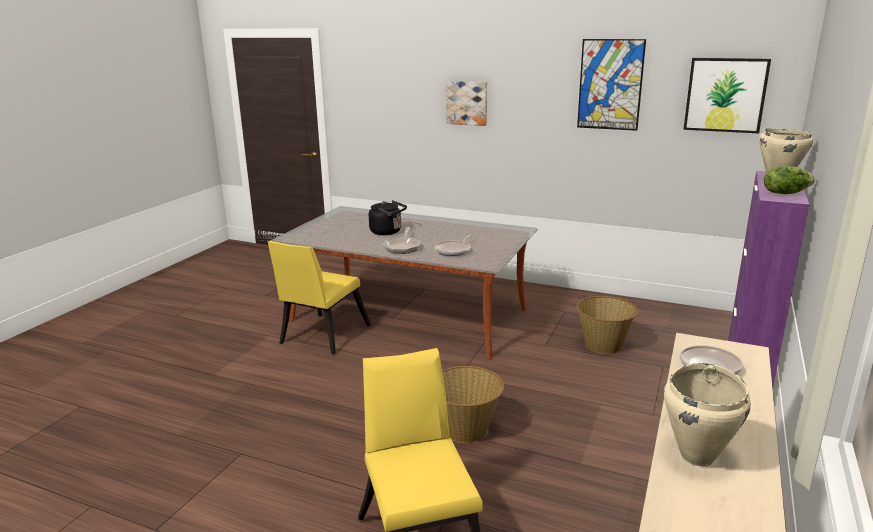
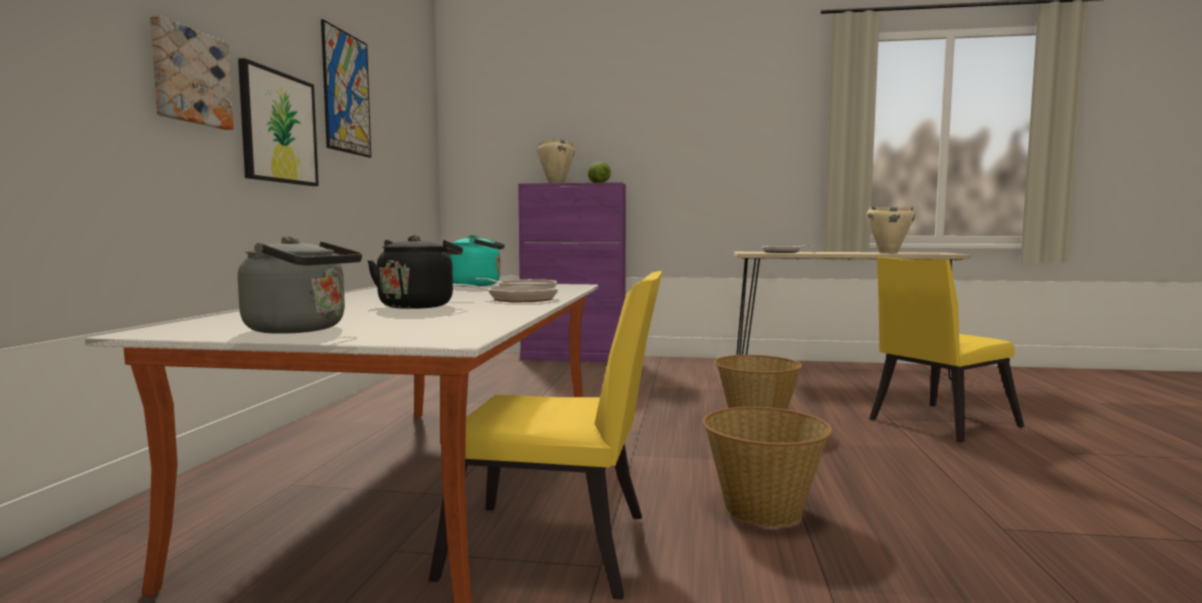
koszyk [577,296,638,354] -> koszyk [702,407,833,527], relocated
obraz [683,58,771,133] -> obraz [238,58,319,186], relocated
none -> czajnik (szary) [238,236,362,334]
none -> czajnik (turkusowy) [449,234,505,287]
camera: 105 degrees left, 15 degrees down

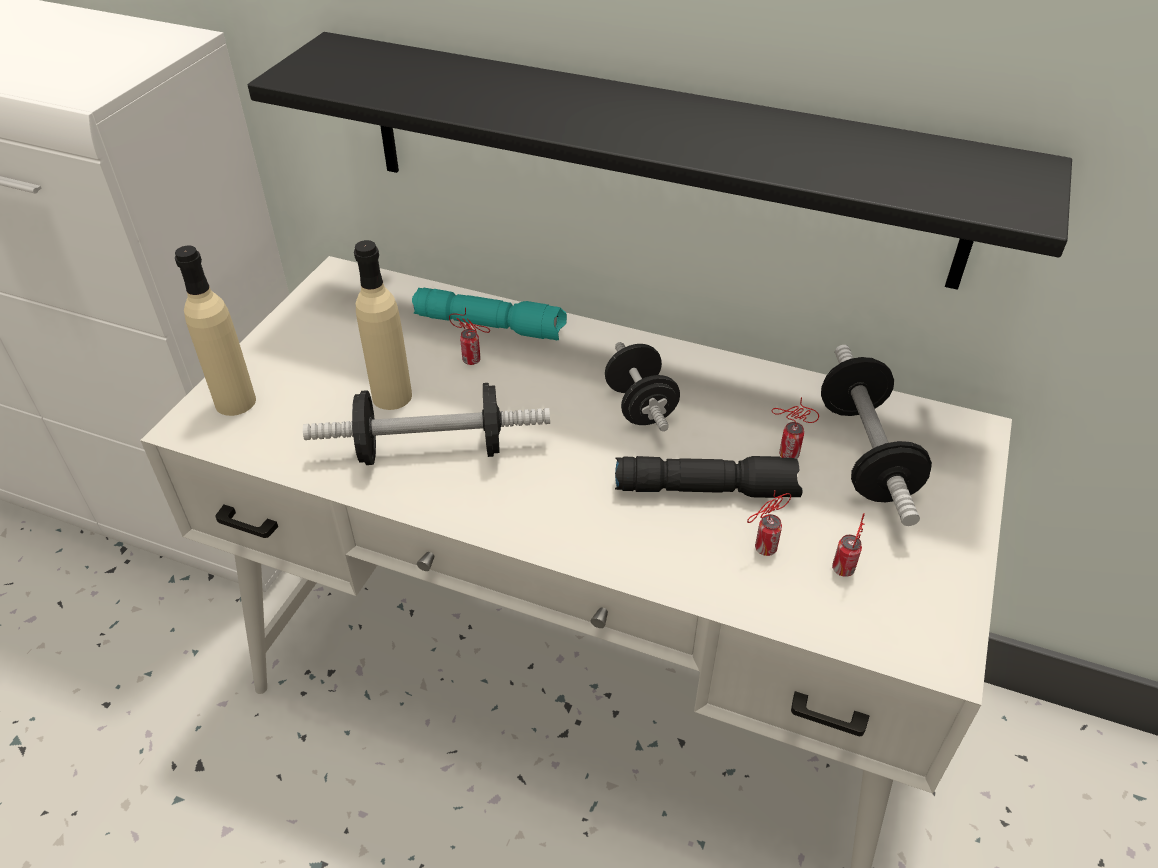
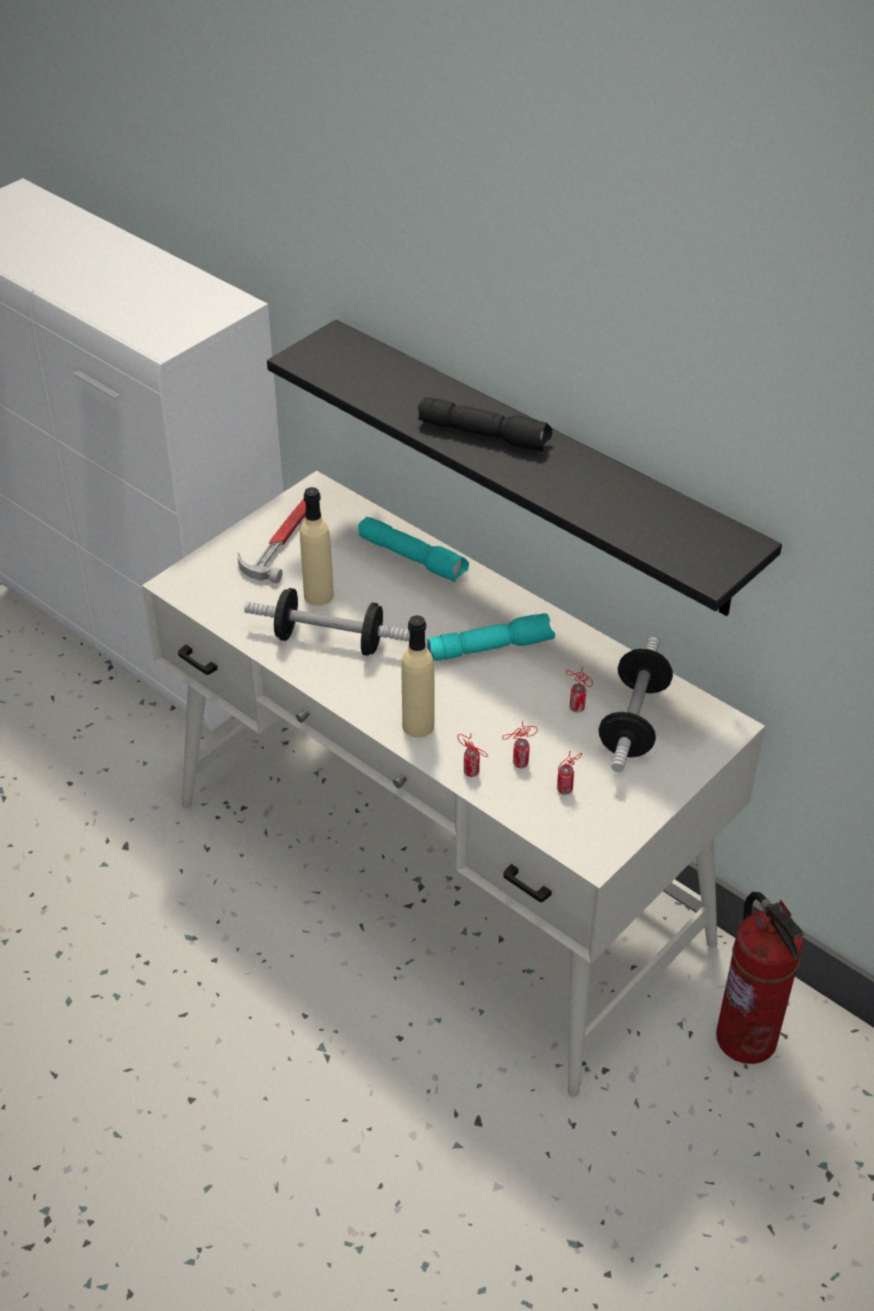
butelka (beżowy) [175,245,256,416] -> butelka (beżowy) [401,615,435,738], relocated
puszka [449,307,490,365] -> puszka [458,734,488,777], relocated
hantel (czarny) [605,342,680,431] -> latarka (turkusowy) [426,613,555,661]
latarka (czarny) [615,456,803,498] -> latarka (czarny) [418,397,552,452], relocated
none -> młotek [237,499,306,583]
none -> gaśnica [716,892,804,1064]
camera: 20 degrees right, 0 degrees up

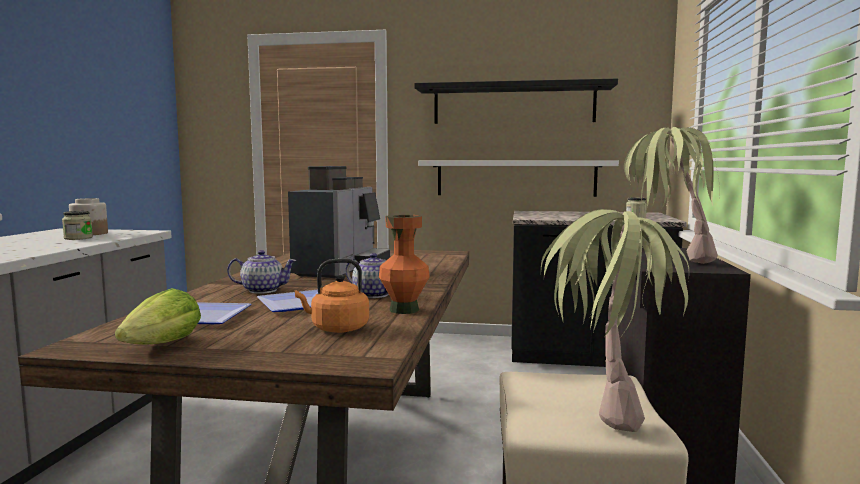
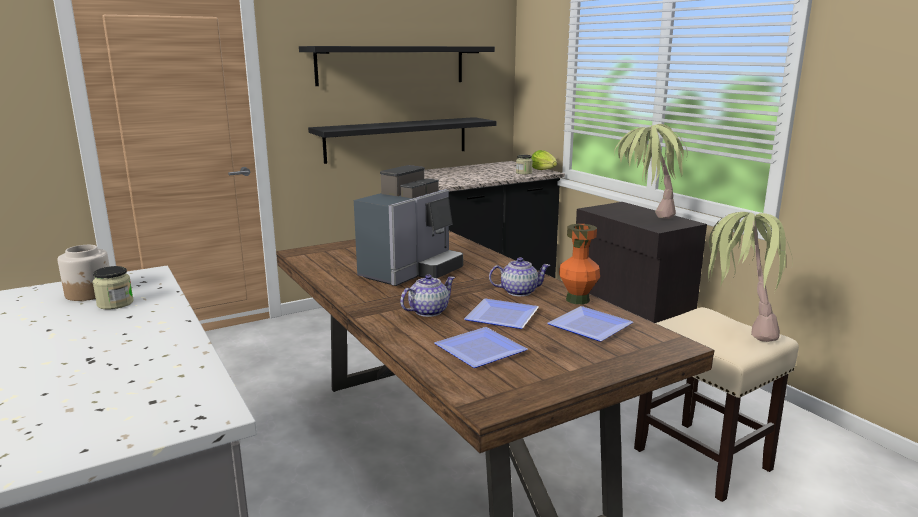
sałata [115,288,201,345] -> sałata [531,150,557,170], relocated
ekspres do kawy [288,166,390,278] -> ekspres do kawy [354,165,463,286], 60 degrees clockwise
czajnik (pomarańczowy) [295,258,369,333] -> talerz [547,306,633,342]
półka (biały) [418,160,619,197] -> półka (czarny) [308,117,496,164]
camera: 40 degrees left, 10 degrees up

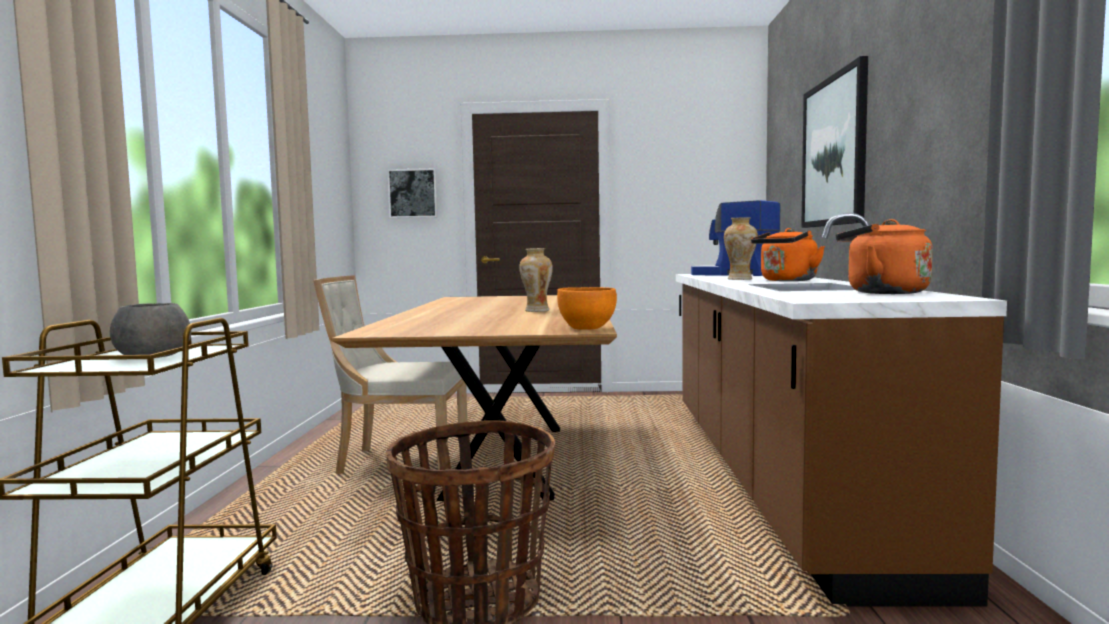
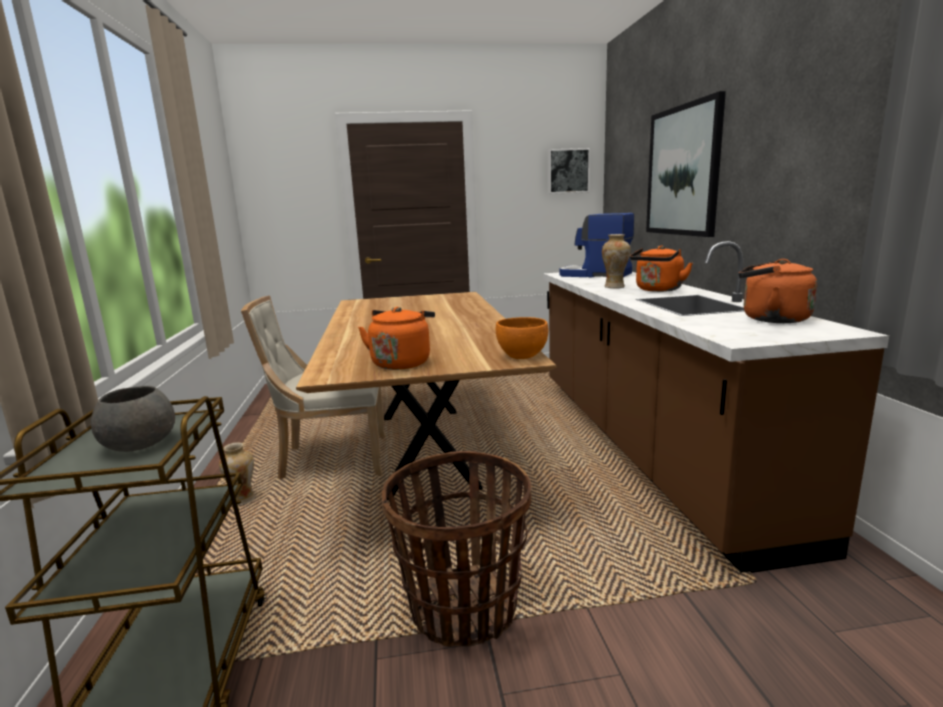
obraz [387,168,438,218] -> obraz [548,148,590,194], relocated
wazon [519,248,553,312] -> wazon [219,442,256,505], relocated
none -> czajnik (pomarańczowy) [358,307,435,370]
camera: 10 degrees left, 10 degrees up

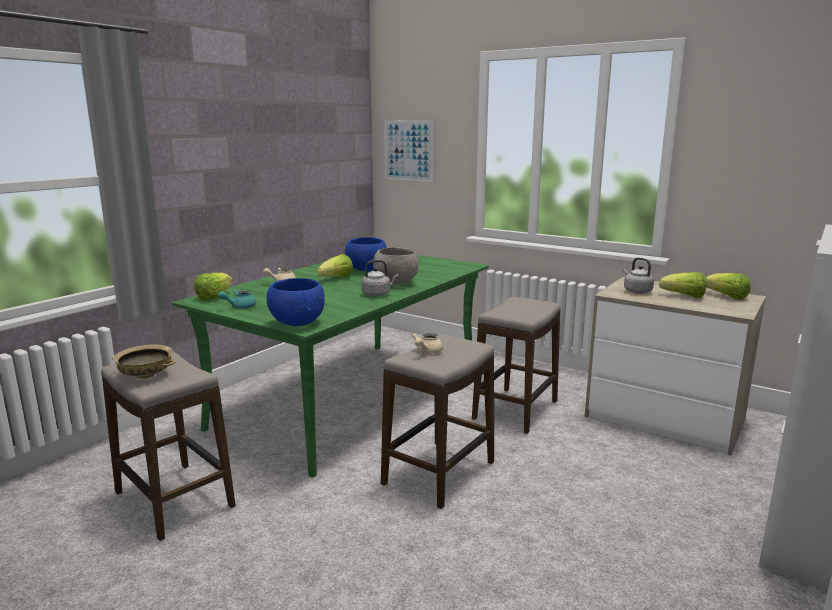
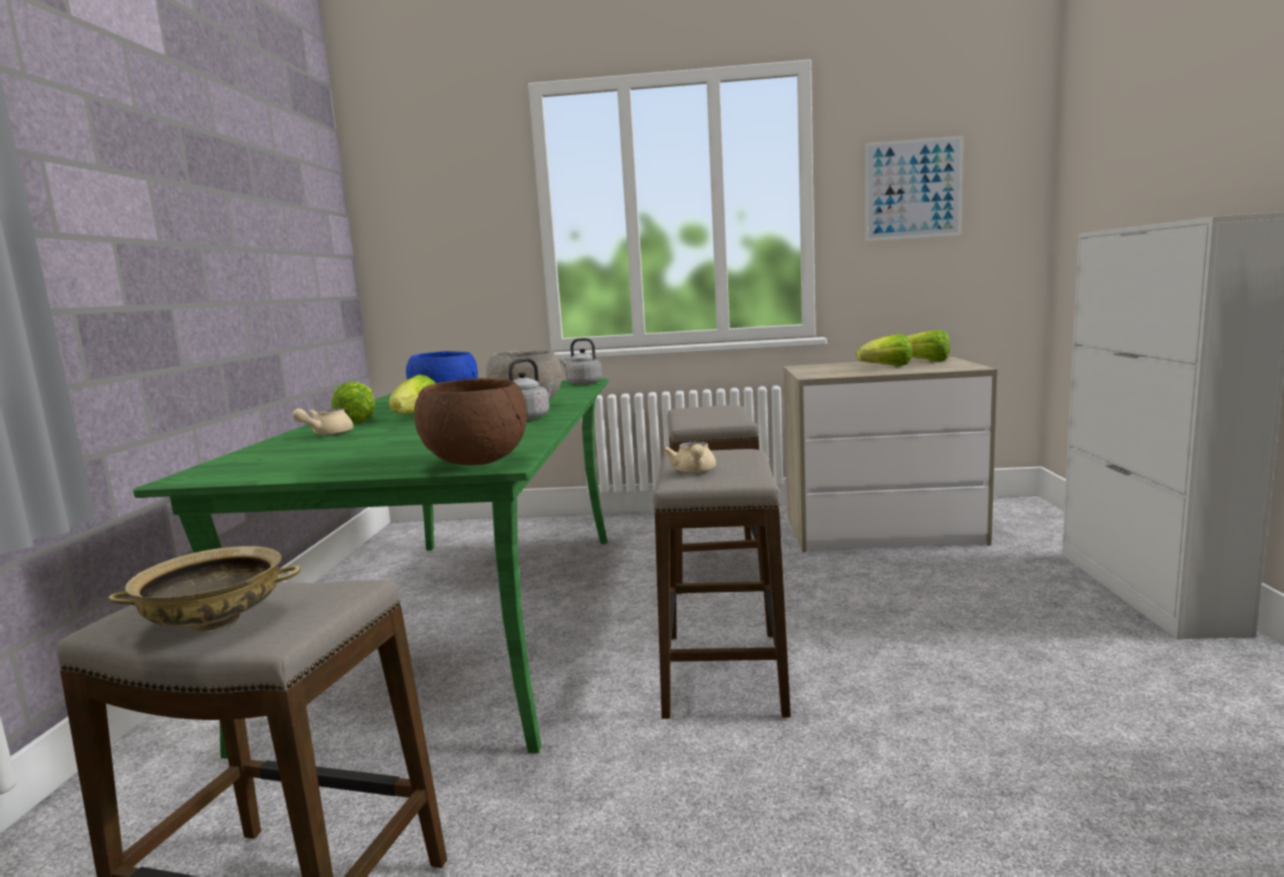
sałata [194,273,233,300] -> sałata [331,382,375,424], relocated
imbryk (turkusowy) [218,290,256,309] -> none
miska (niebieski) [267,278,325,326] -> miska (brązowy) [414,378,527,465]
obraz [384,120,433,182] -> obraz [865,136,963,241], relocated
czajnik (szary) [623,258,654,294] -> czajnik (szary) [560,338,602,385], relocated
camera: 30 degrees left, 5 degrees down

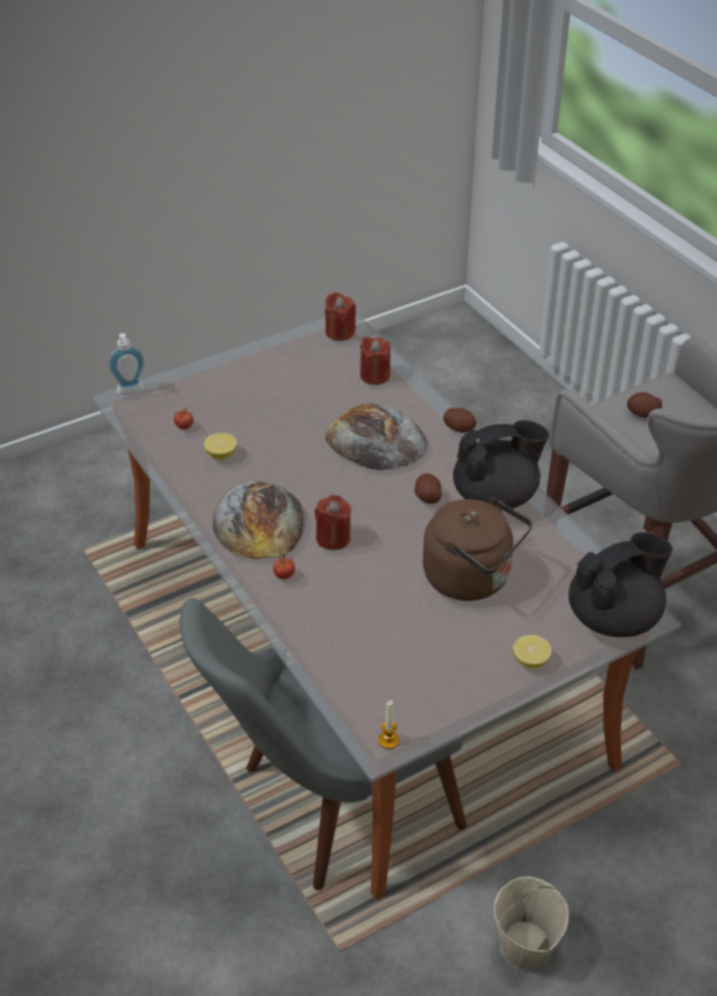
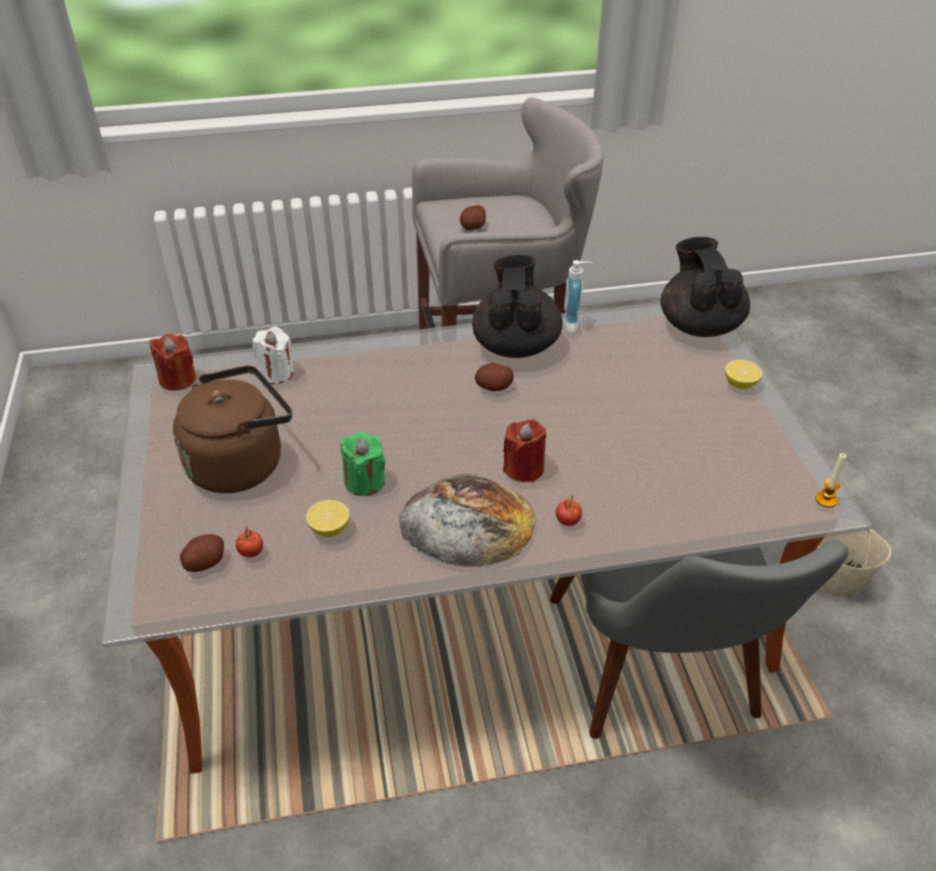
dozownik mydła [108,333,145,394] -> dozownik mydła [563,260,593,333], relocated
chleb [325,403,427,470] -> none
świeca (czerwony) [360,337,391,385] -> świeca (biały) [253,327,294,384]
czajnik (brązowy) [423,497,532,601] -> czajnik (brązowy) [173,365,292,493], relocated
ziemniak [443,408,477,433] -> ziemniak [180,534,224,572], relocated
none -> świeca (zielony) [341,432,385,496]
camera: 70 degrees left, 0 degrees up

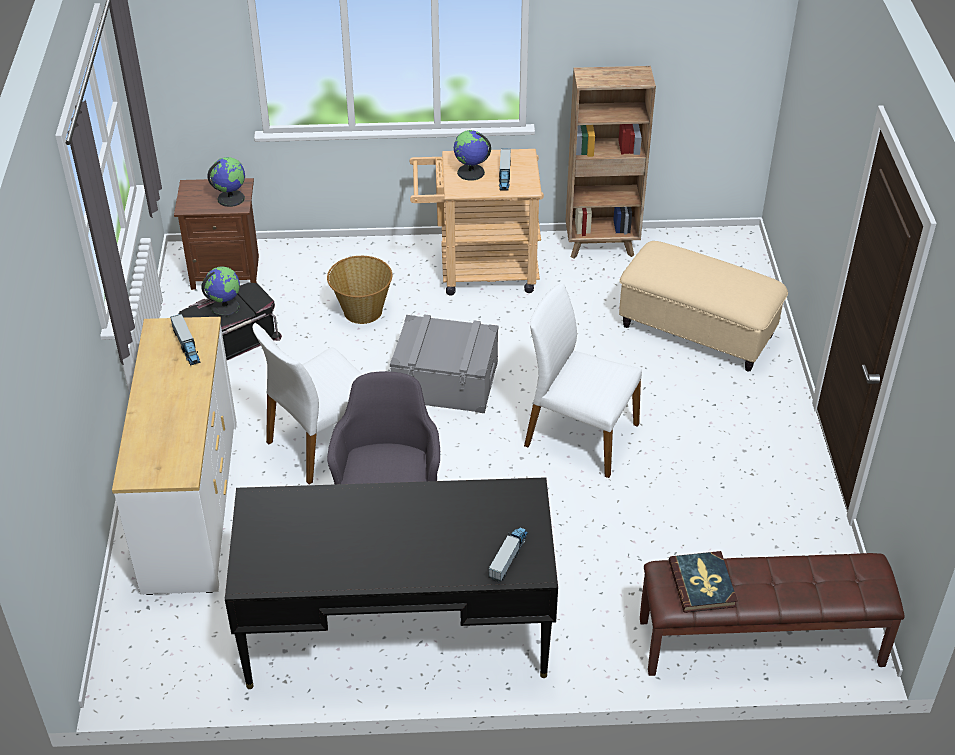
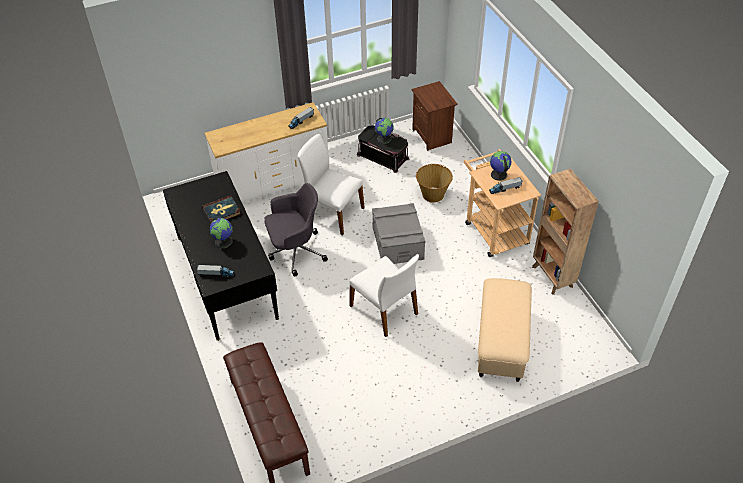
globus [207,157,245,207] -> globus [210,218,233,248], relocated
krzesło (biały) [524,284,642,478] -> krzesło (biały) [349,254,419,337], 135 degrees clockwise
książka [668,551,738,613] -> książka [202,195,241,223], relocated
camera: 70 degrees right, 5 degrees up

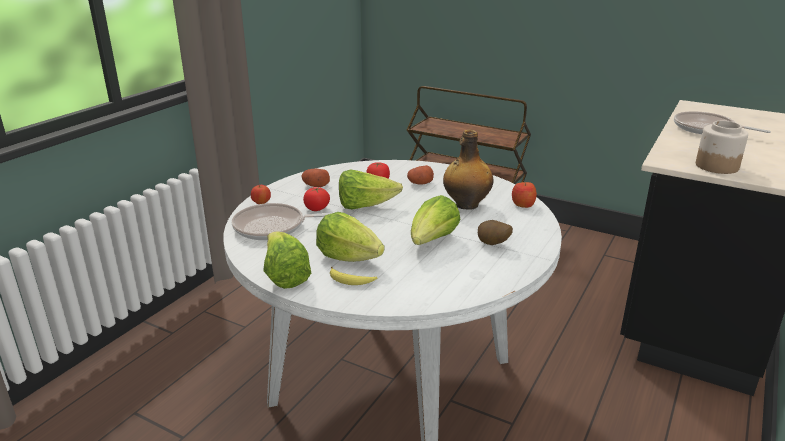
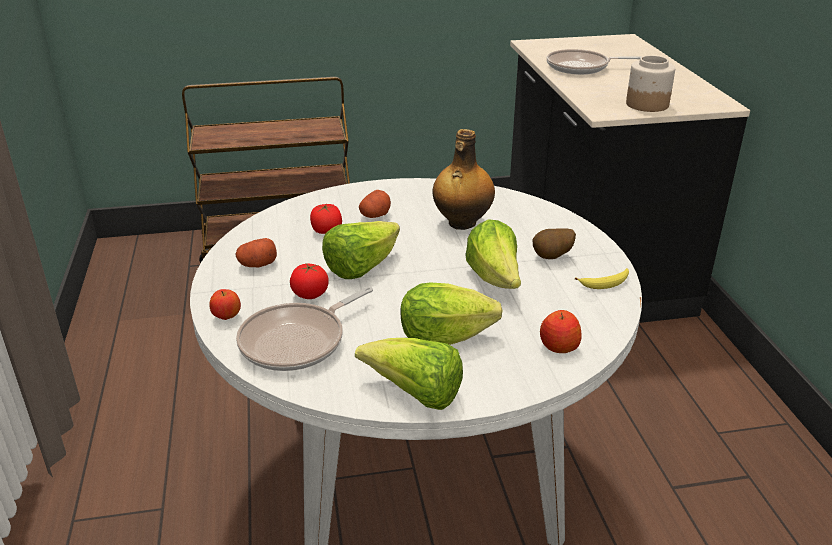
banan [330,267,378,285] -> banan [575,268,629,289], relocated
jabłko [512,182,537,208] -> jabłko [540,310,582,353], relocated
camera: 40 degrees left, 5 degrees up

